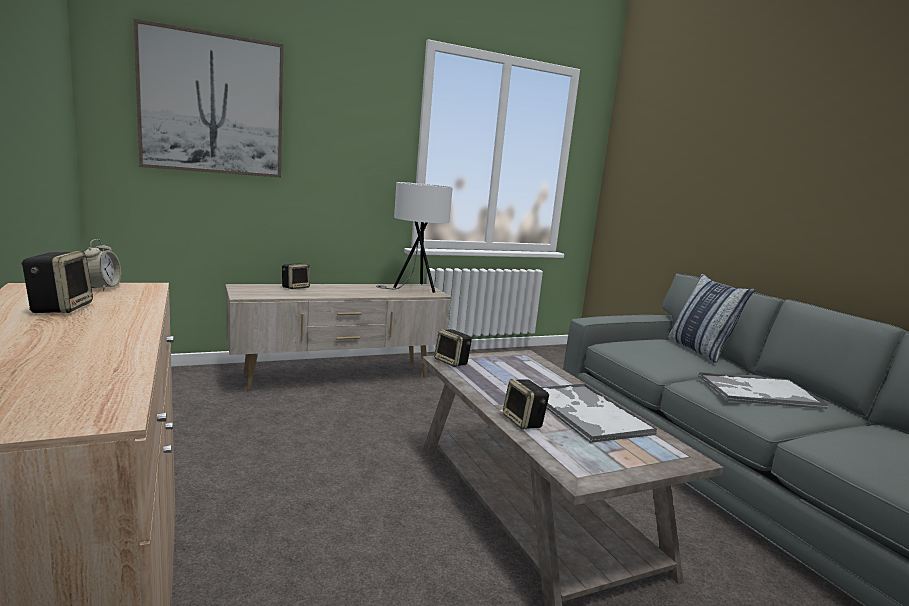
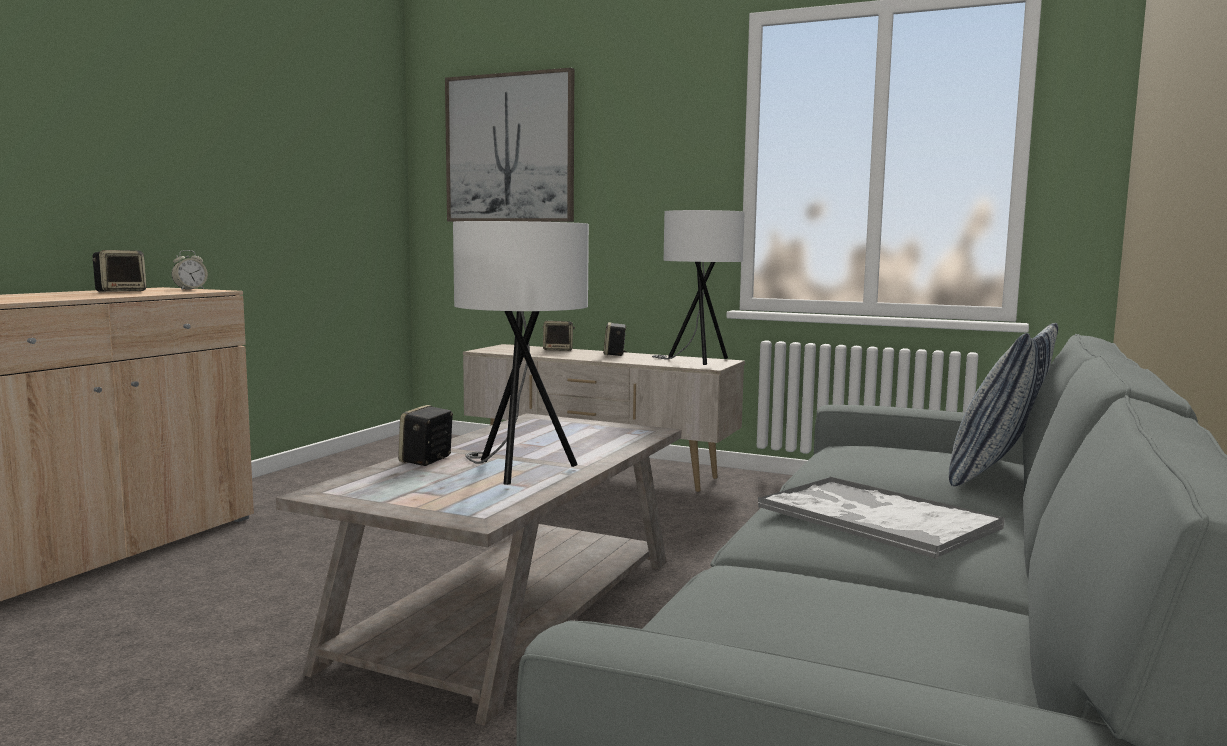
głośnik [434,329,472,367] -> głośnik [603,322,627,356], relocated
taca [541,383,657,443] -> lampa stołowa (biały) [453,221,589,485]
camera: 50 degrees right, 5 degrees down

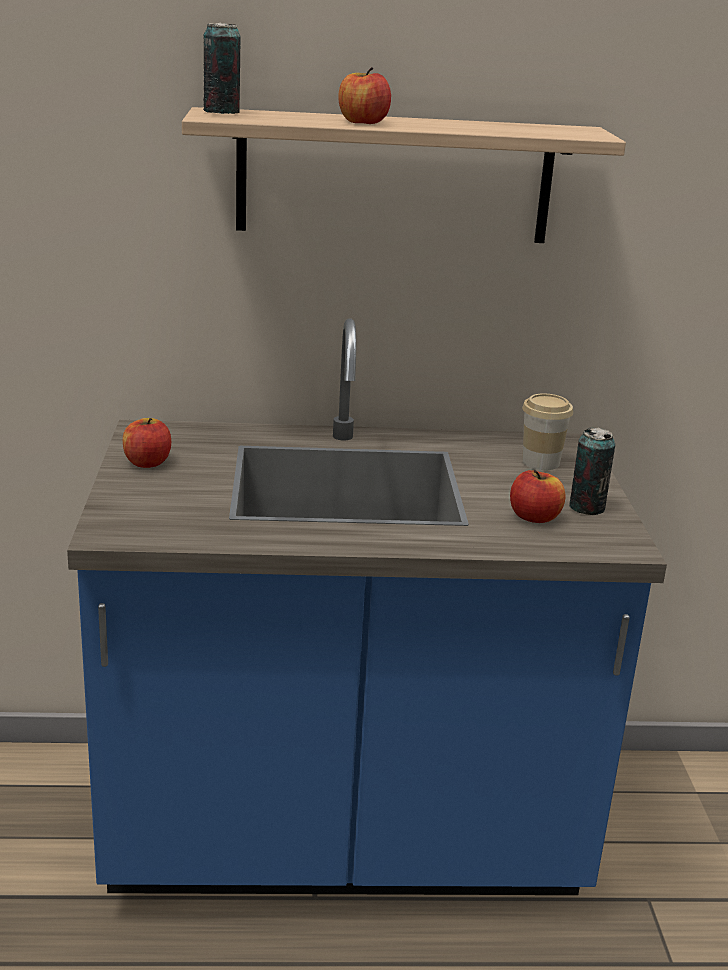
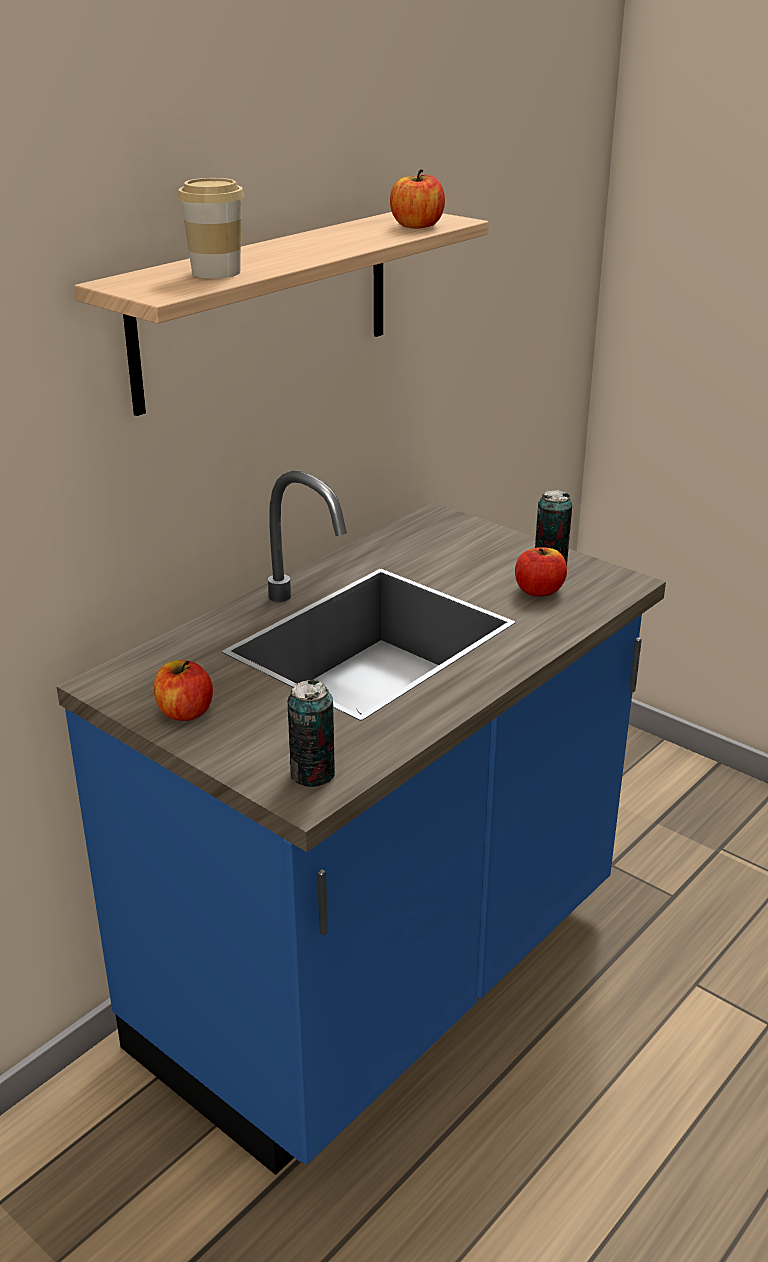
puszka [203,22,241,114] -> puszka [287,680,335,787], relocated
jabłko [338,67,391,124] -> jabłko [390,169,445,229], relocated
filiżanka [522,394,573,470] -> filiżanka [178,178,244,279], relocated
camera: 45 degrees left, 5 degrees up

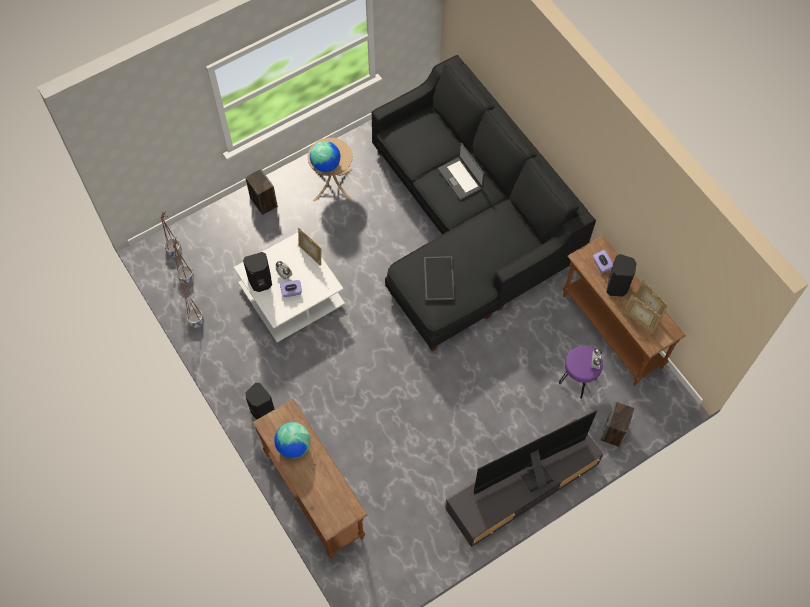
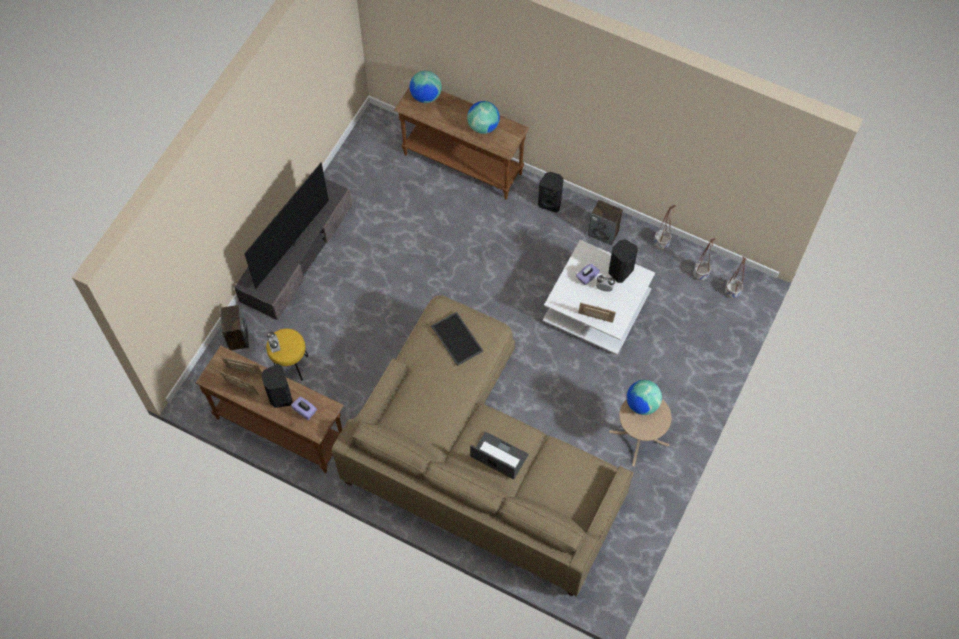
głośnik [245,169,278,215] -> głośnik [588,200,623,245], relocated
kanapa (czarny) [372,55,596,351] -> kanapa (beżowy) [332,295,634,597]
stołek (fioletowy) [559,346,603,399] -> stołek (żółty) [266,329,308,381]
none -> globus [410,71,442,103]
camera: 150 degrees right, 0 degrees up

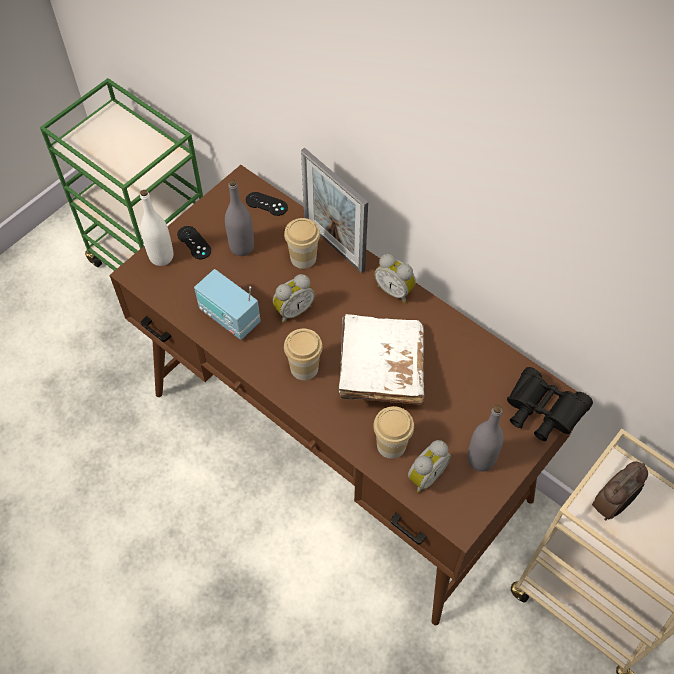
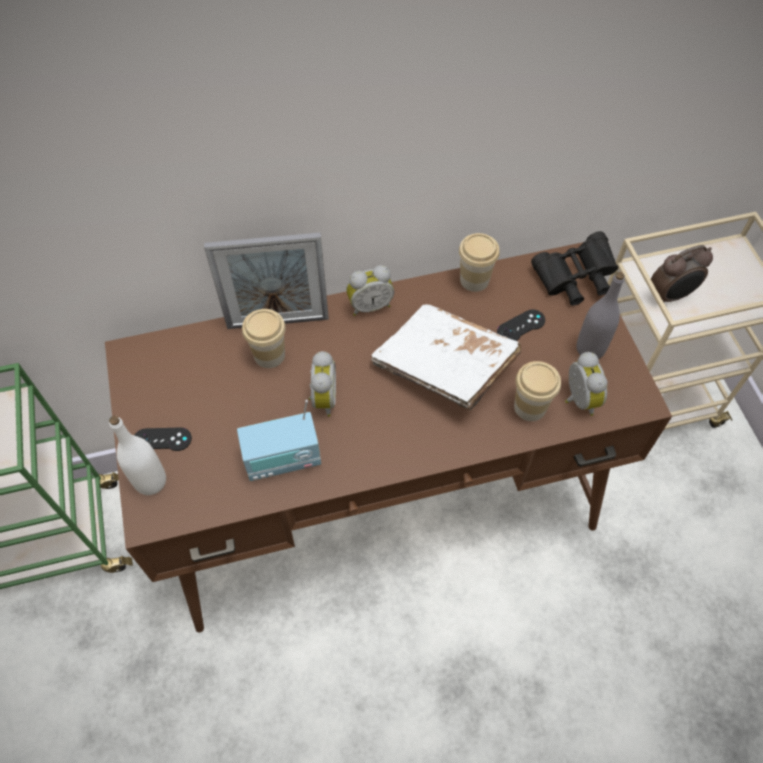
butelka (szary) [225,180,254,256] -> none
pad do gier (czarny) [246,192,288,216] -> pad do gier (czarny) [497,309,545,341], relocated
filiżanka [284,329,323,380] -> filiżanka [459,233,500,292], relocated
budzik [592,462,648,520] -> budzik [651,245,713,302], 75 degrees clockwise
camera: 55 degrees left, 0 degrees up

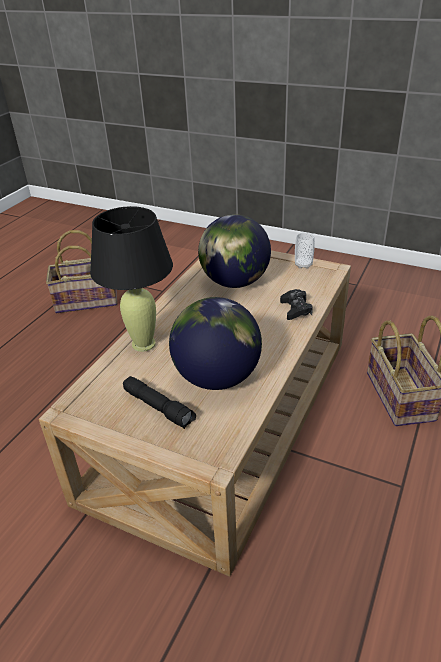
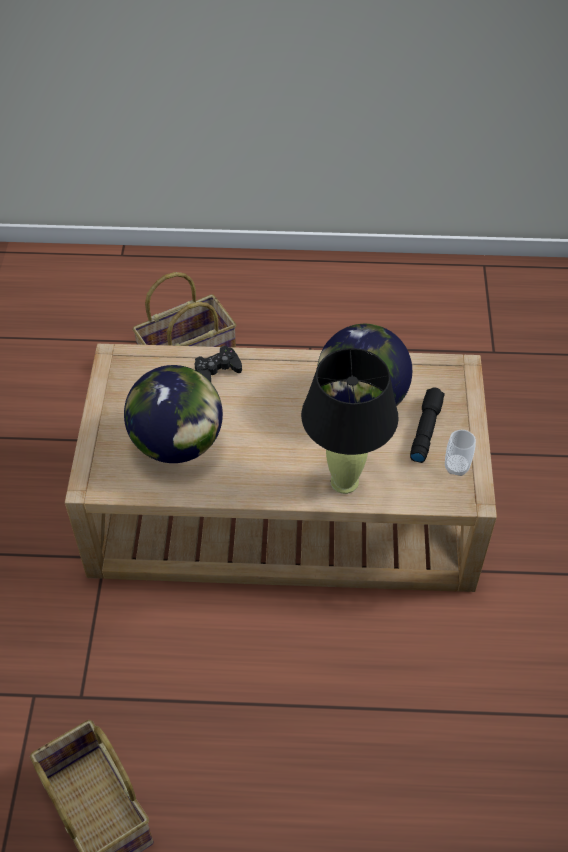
filiżanka [295,232,315,269] -> filiżanka [445,430,476,476], relocated
camera: 115 degrees left, 15 degrees up

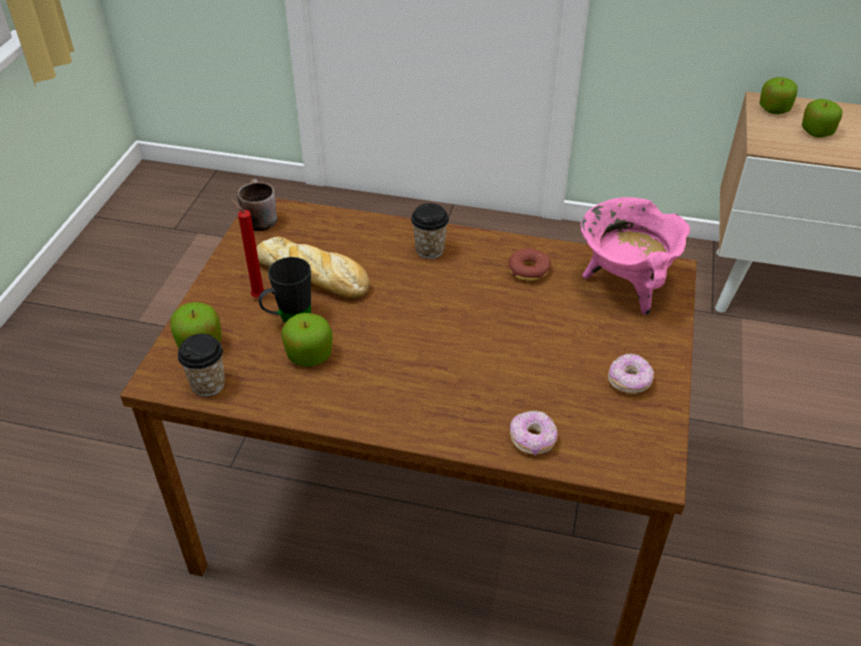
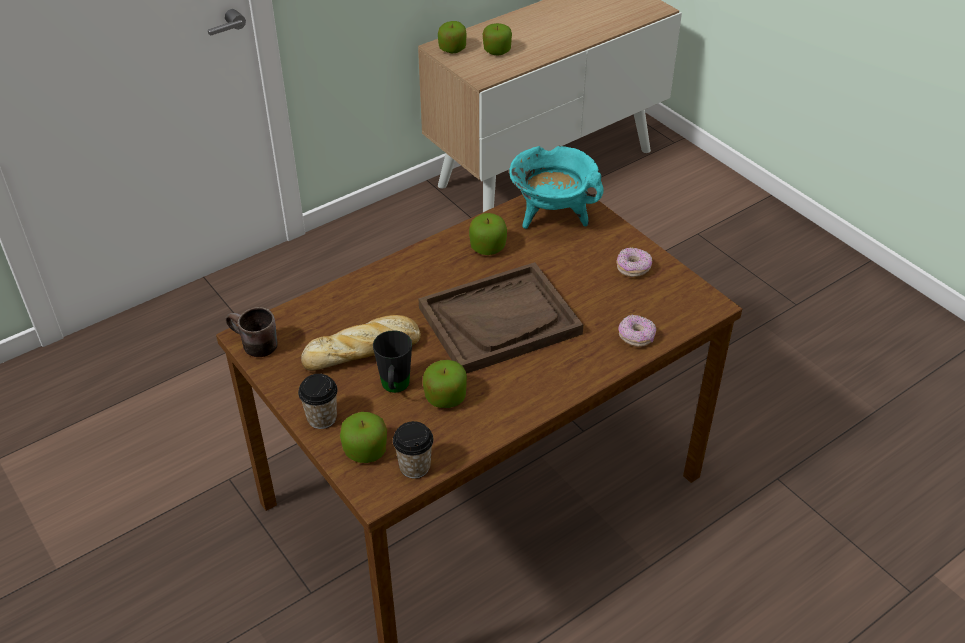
świeca (czerwony) [231,200,264,298] -> none
filiżanka [411,203,449,259] -> filiżanka [298,374,338,429], relocated
donut [508,248,551,281] -> jabłko [469,213,507,255]
garnek (różowy) [580,197,690,315] -> garnek (turkusowy) [510,146,604,229]
none -> taca (brązowy) [418,262,583,374]
camera: 50 degrees left, 0 degrees up

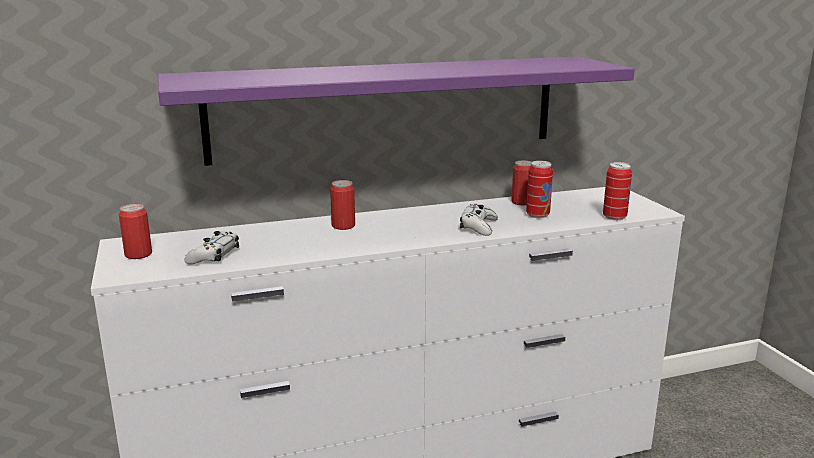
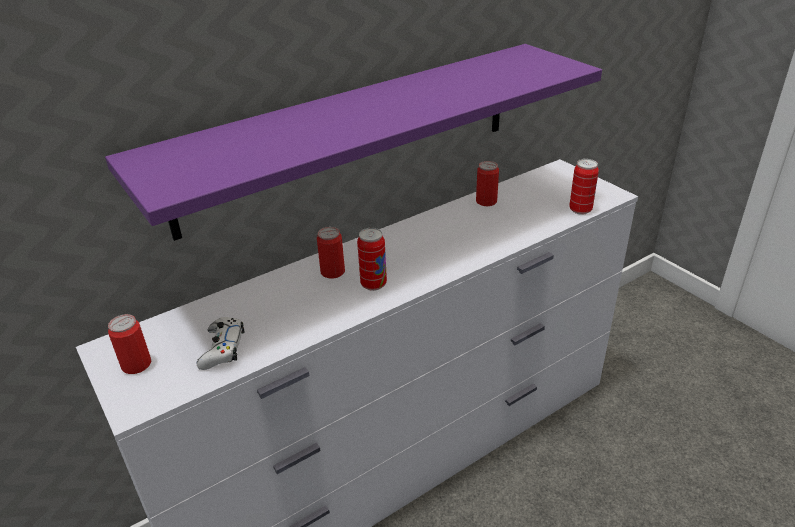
pad do gier (biały) [460,204,498,236] -> none
puszka [526,161,553,218] -> puszka [357,228,387,291], relocated
camera: 15 degrees left, 15 degrees up

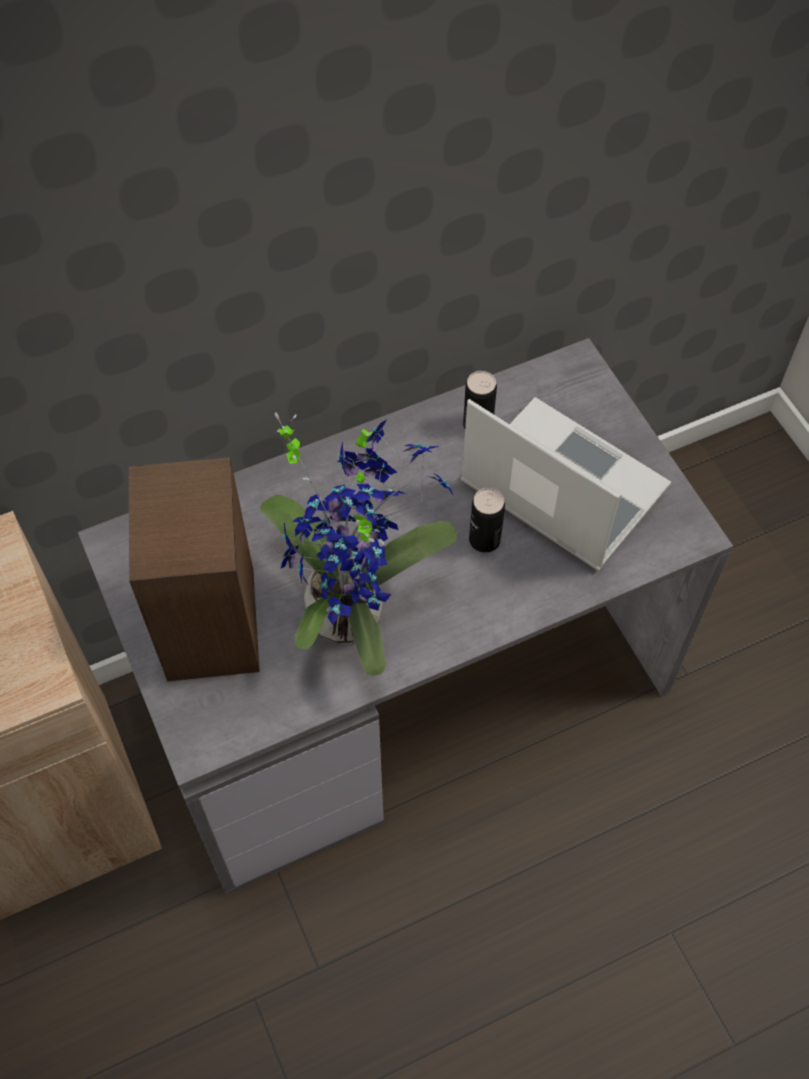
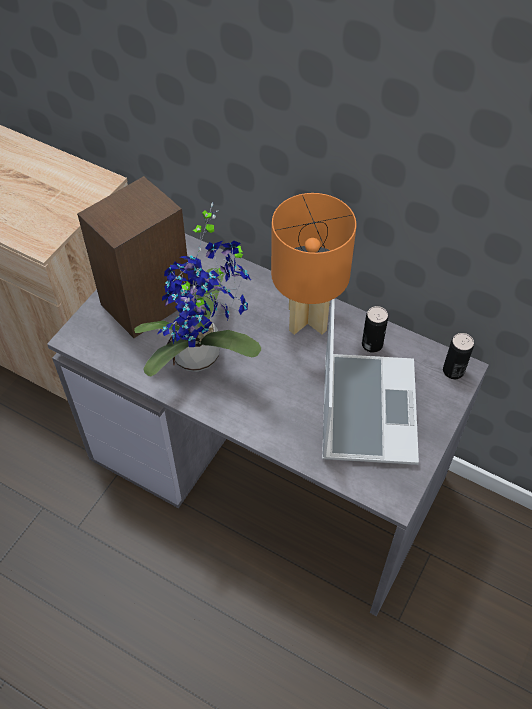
puszka [469,488,505,553] -> puszka [443,333,474,379], relocated
none -> lampa stołowa (pomarańczowy) [271,193,356,335]
camera: 55 degrees right, 5 degrees down

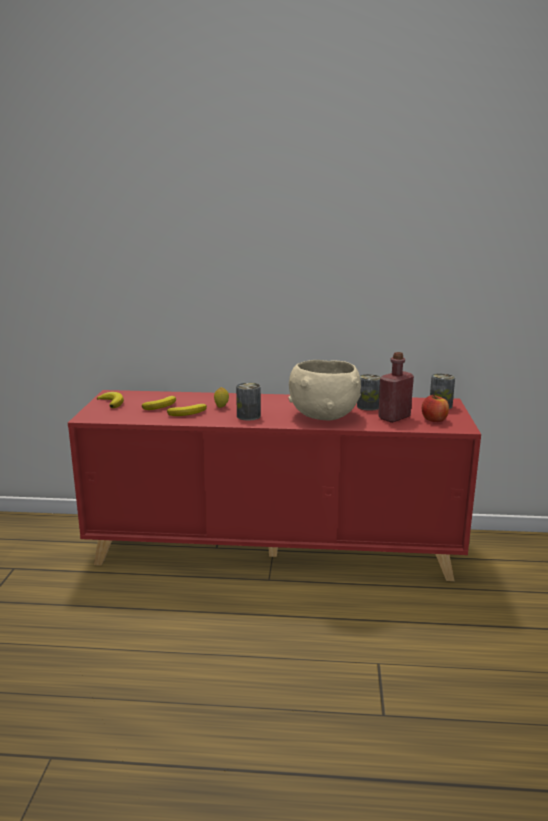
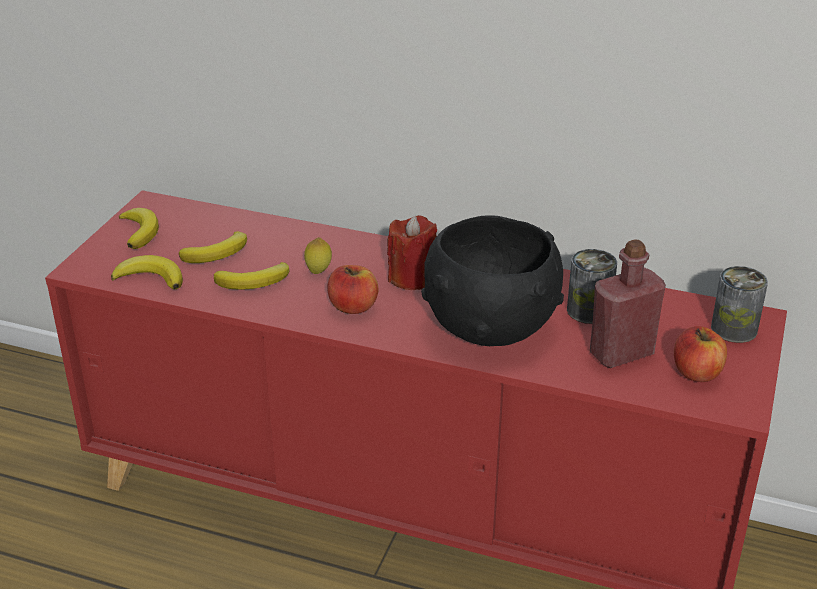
puszka [236,382,261,421] -> jabłko [327,265,378,314]
miska (beżowy) [288,360,361,420] -> miska (czarny) [421,215,564,346]
none -> banan [111,255,183,289]
none -> świeca (czerwony) [387,215,437,290]
camera: 15 degrees right, 15 degrees up

